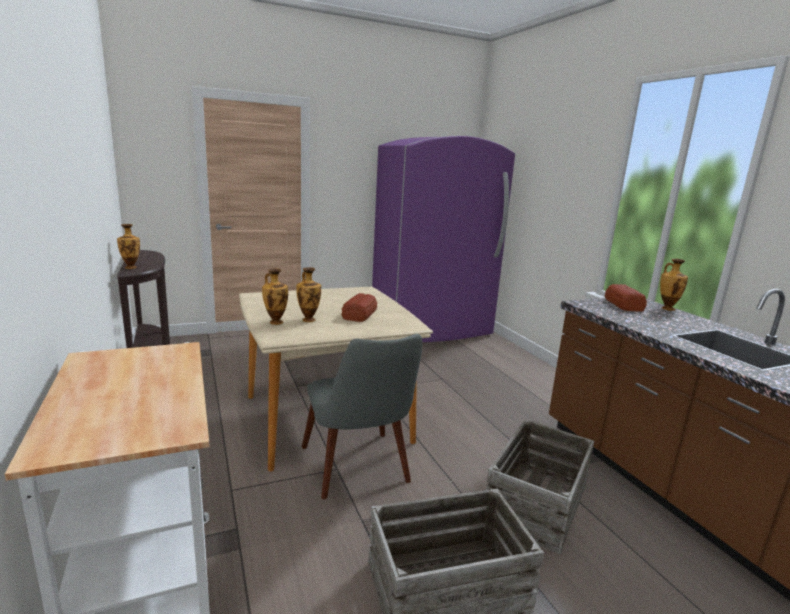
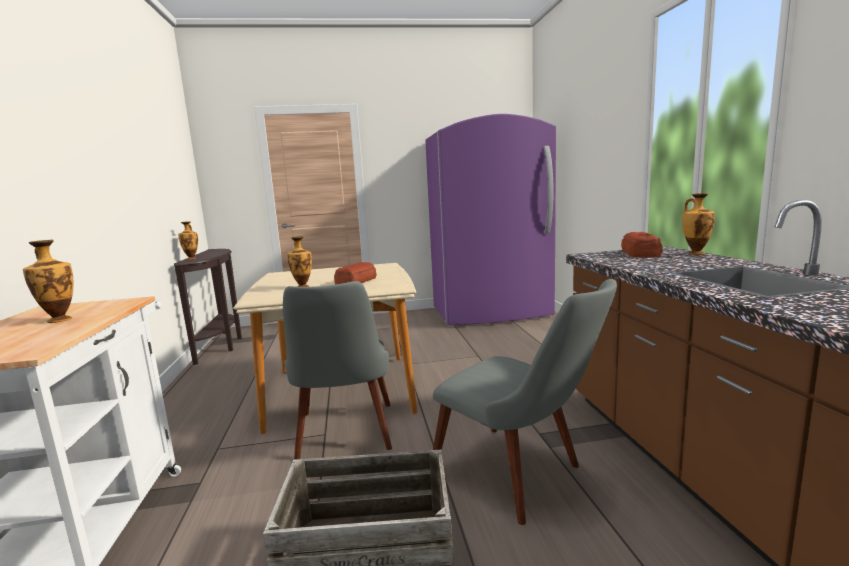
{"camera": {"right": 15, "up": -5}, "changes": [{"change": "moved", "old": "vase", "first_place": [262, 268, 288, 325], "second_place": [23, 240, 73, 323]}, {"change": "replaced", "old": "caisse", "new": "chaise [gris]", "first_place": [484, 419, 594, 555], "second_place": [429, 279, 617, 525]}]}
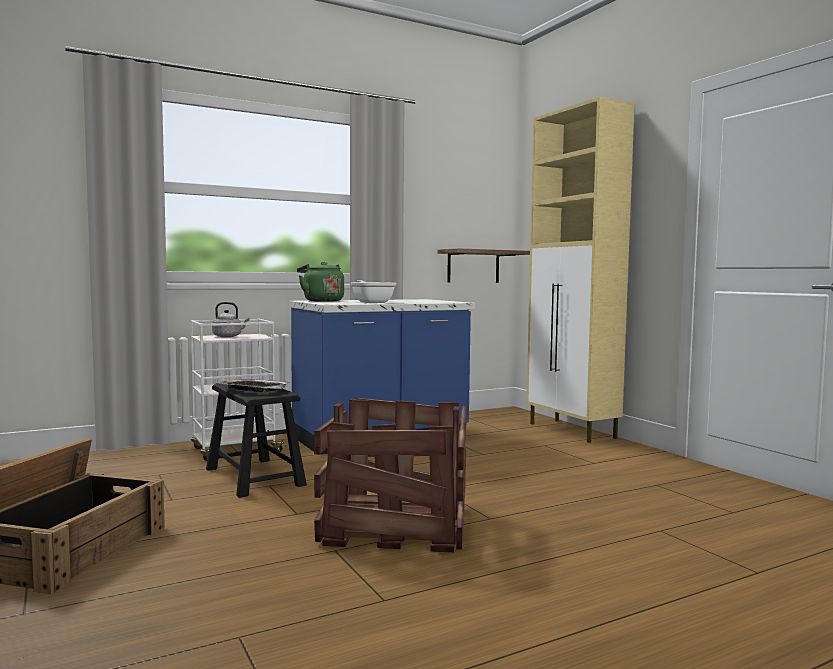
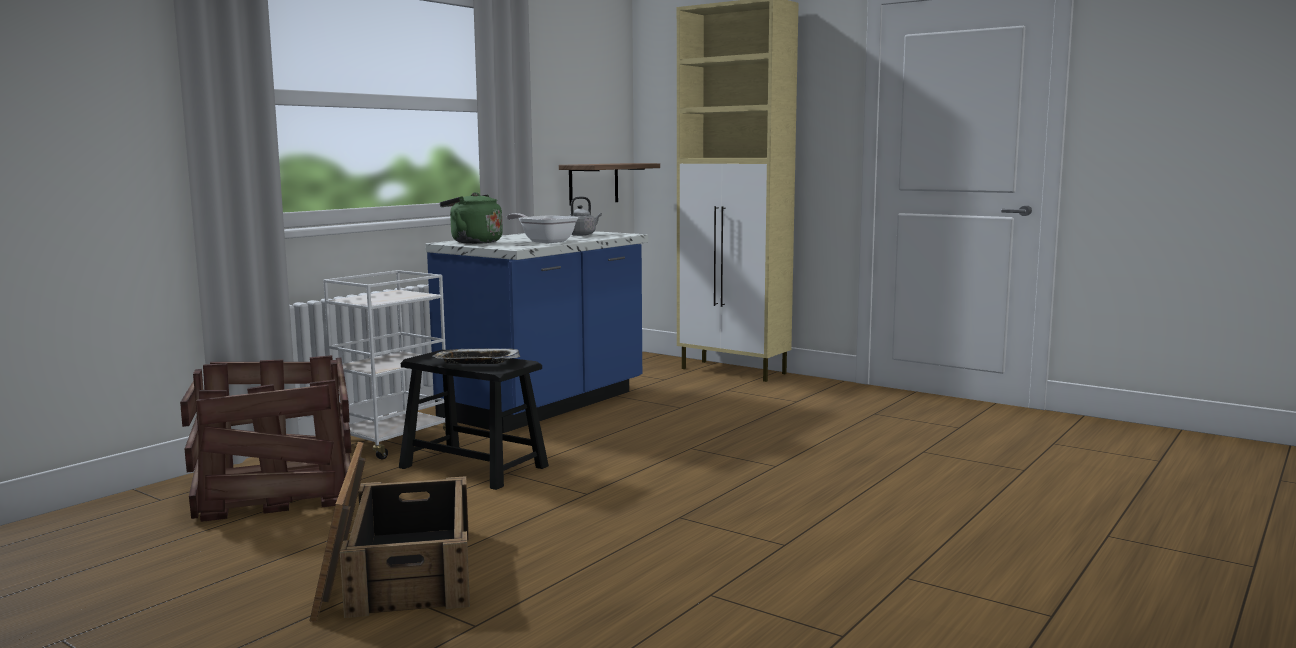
{"camera": {"right": -25, "up": 5}, "changes": [{"change": "moved", "old": "caisse", "first_place": [314, 397, 467, 553], "second_place": [180, 355, 352, 522]}, {"change": "moved", "old": "bouilloire [gris]", "first_place": [212, 302, 249, 337], "second_place": [570, 197, 602, 236]}]}
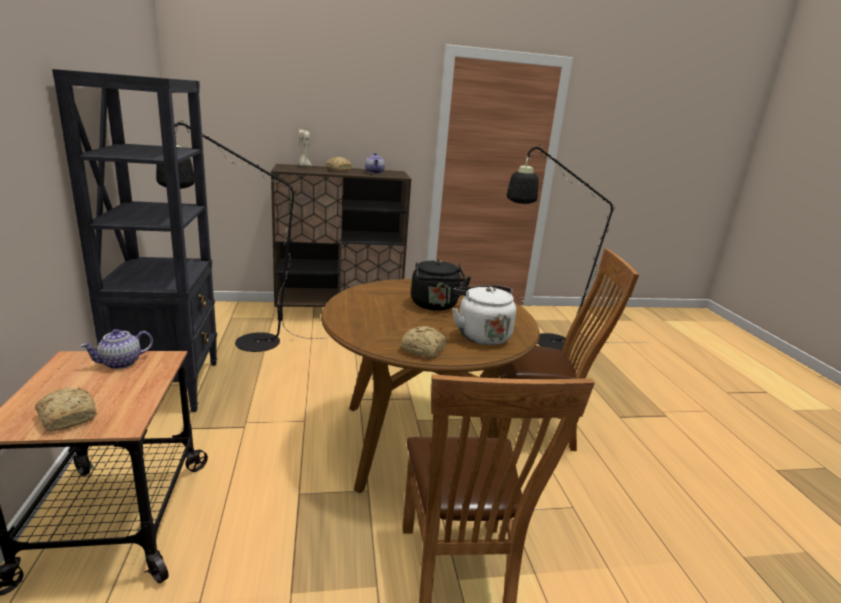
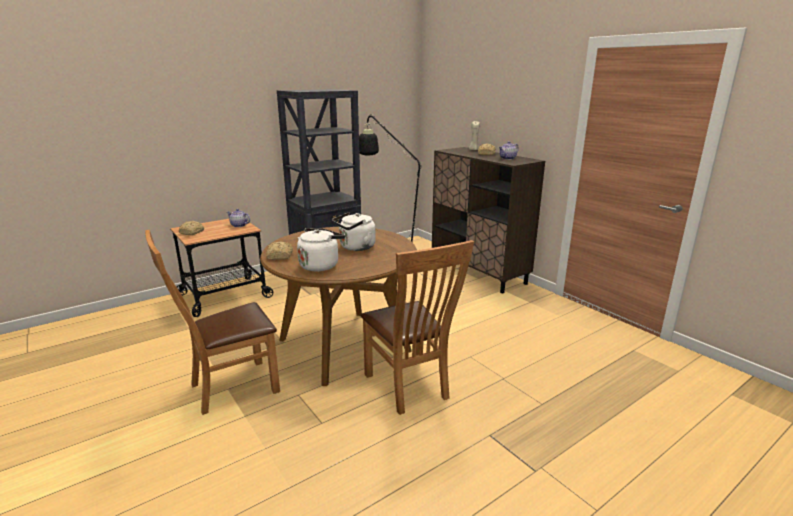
{"camera": {"right": 65, "up": 0}, "changes": [{"change": "recoloured", "old": "bouilloire [noir]", "new": "bouilloire [blanc]", "first_place": [411, 259, 471, 311], "second_place": [332, 212, 376, 251]}, {"change": "removed", "old": "lampadaire [noir]", "first_place": [507, 145, 651, 351]}]}
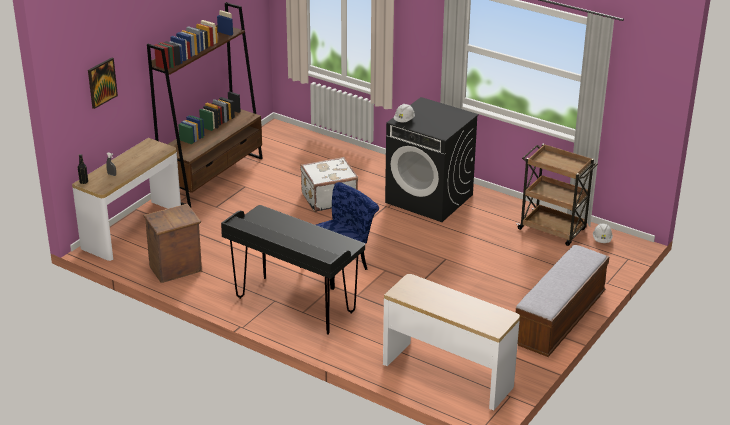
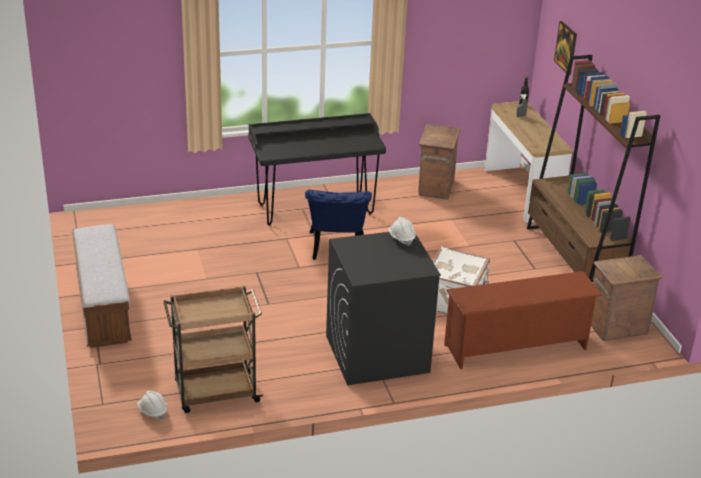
{"camera": {"right": 130, "up": 0}, "changes": [{"change": "added", "new": "étagère à chaussures [marron]", "second_place": [444, 271, 602, 369]}, {"change": "added", "new": "caisse", "second_place": [591, 255, 662, 341]}, {"change": "removed", "old": "table console", "first_place": [383, 274, 520, 410]}]}
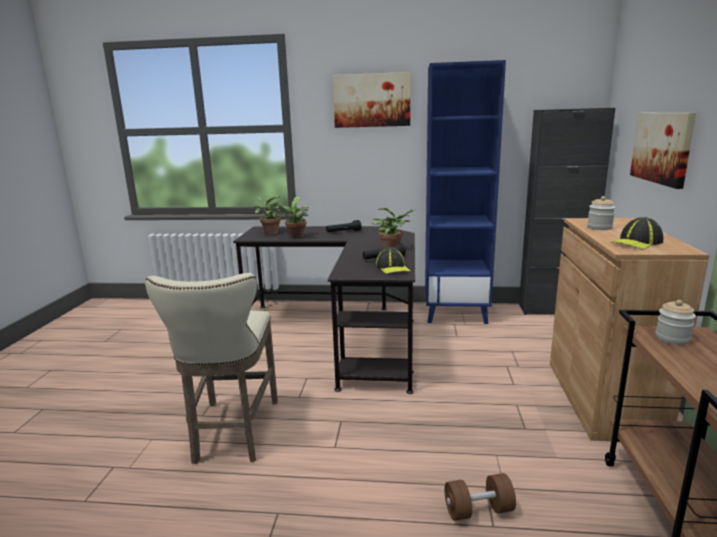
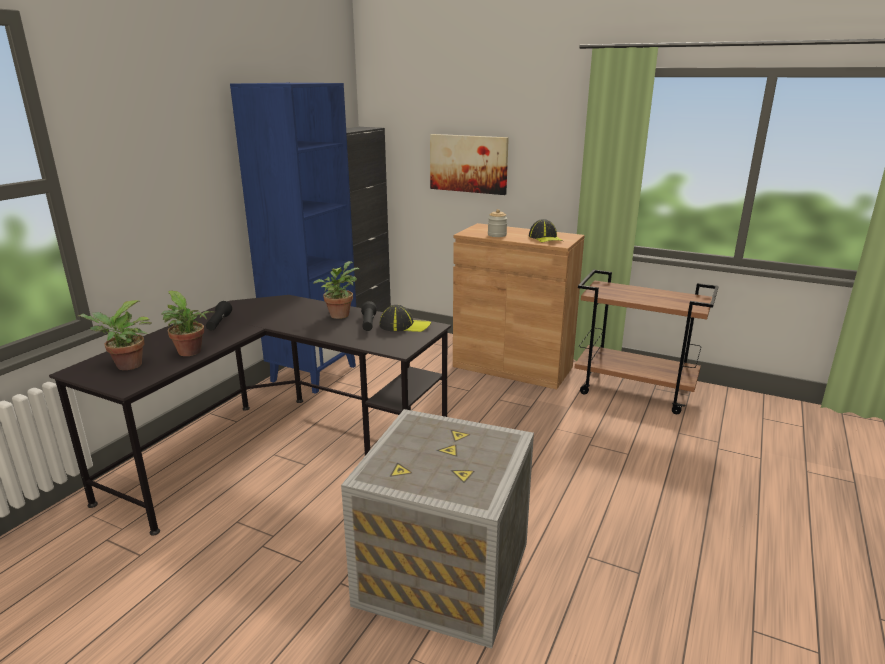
{"camera": {"right": -70, "up": 5}, "changes": [{"change": "replaced", "old": "tabouret [beige]", "new": "caisse", "first_place": [145, 273, 278, 464], "second_place": [341, 409, 534, 648]}, {"change": "removed", "old": "tableau", "first_place": [333, 72, 410, 128]}, {"change": "removed", "old": "haltère [marron]", "first_place": [444, 473, 516, 521]}, {"change": "removed", "old": "bocal", "first_place": [655, 300, 696, 345]}]}
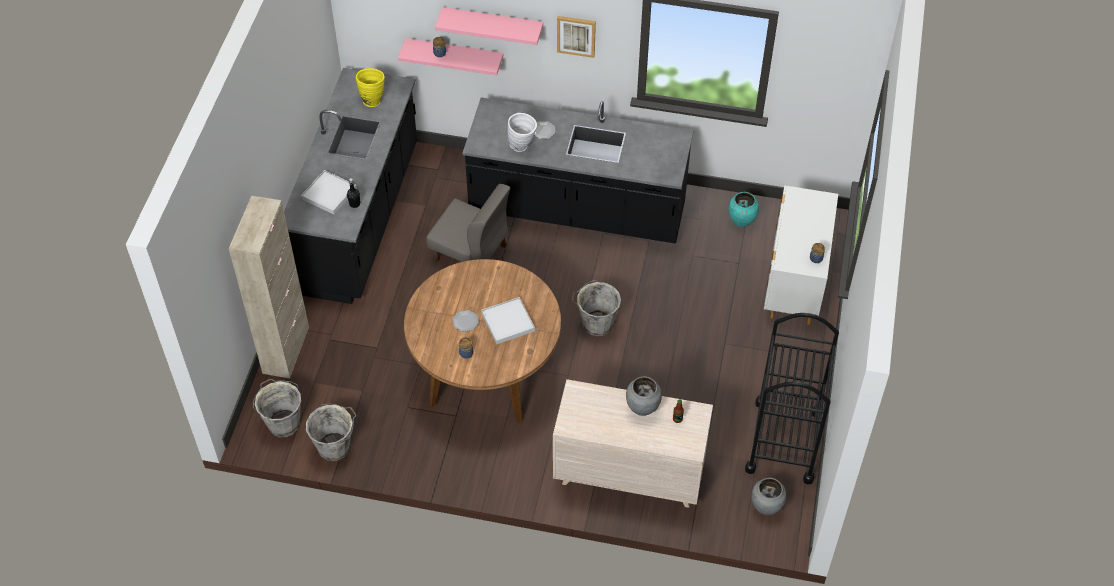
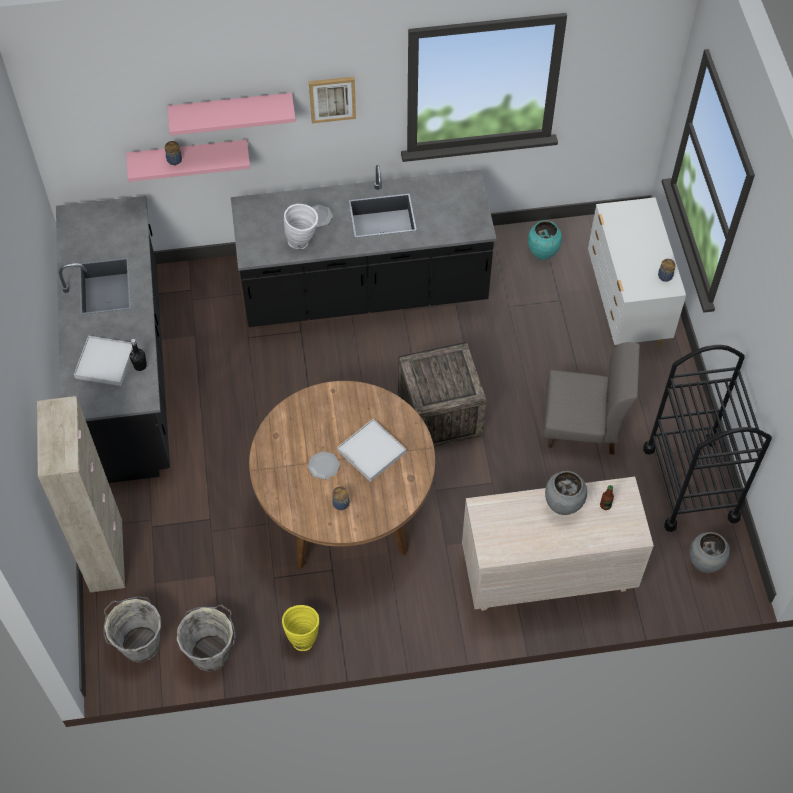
{"camera": {"right": -20, "up": 5}, "changes": [{"change": "moved", "old": "vase [jaune]", "first_place": [356, 68, 385, 107], "second_place": [282, 605, 319, 651]}, {"change": "replaced", "old": "seau [gris]", "new": "caisse", "first_place": [572, 280, 621, 336], "second_place": [398, 342, 486, 447]}, {"change": "moved", "old": "chaise [gris]", "first_place": [426, 184, 511, 262], "second_place": [543, 342, 640, 454]}]}
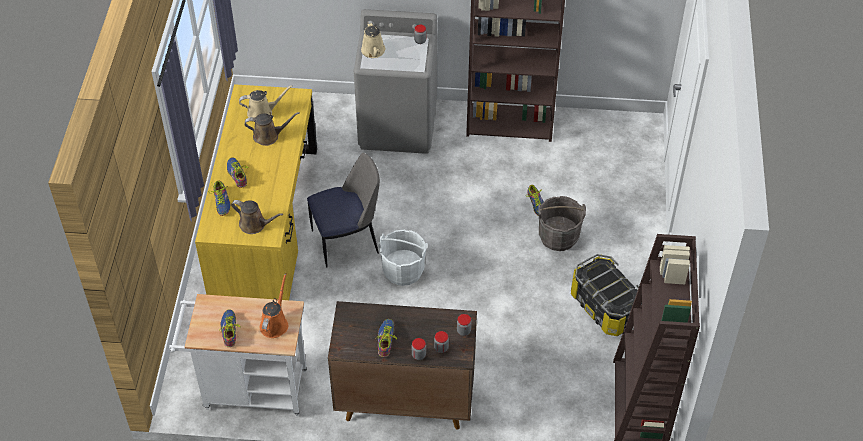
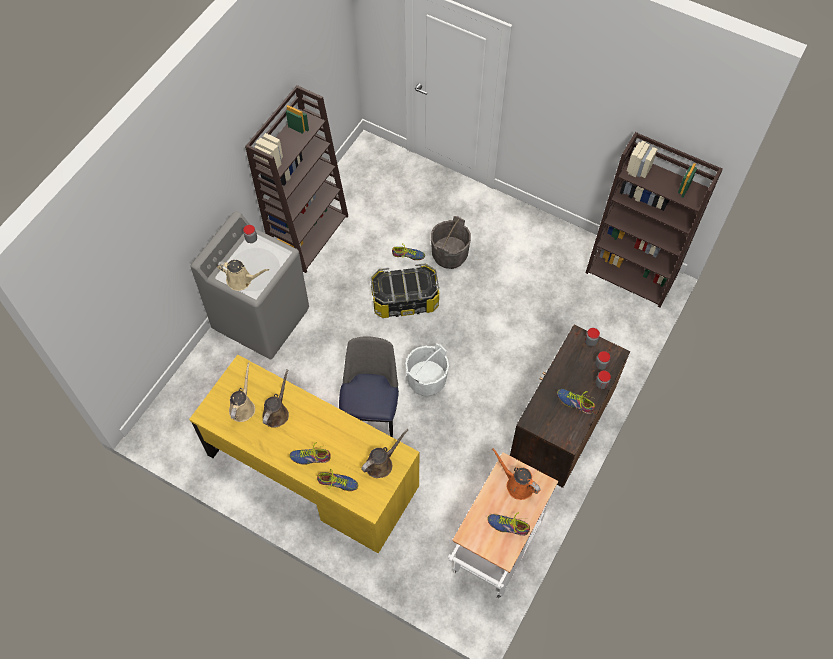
{"camera": {"right": -65, "up": 10}, "changes": [{"change": "moved", "old": "boîte de rangement", "first_place": [571, 254, 642, 336], "second_place": [371, 263, 439, 318]}]}
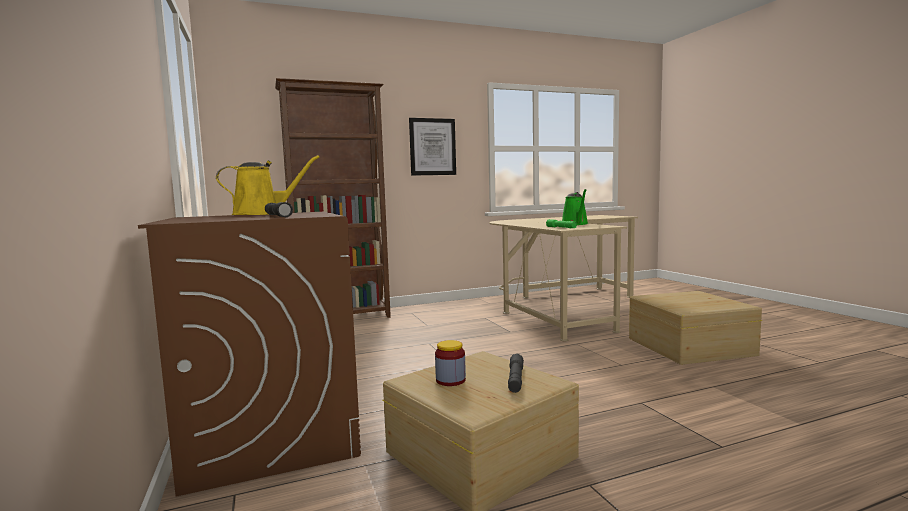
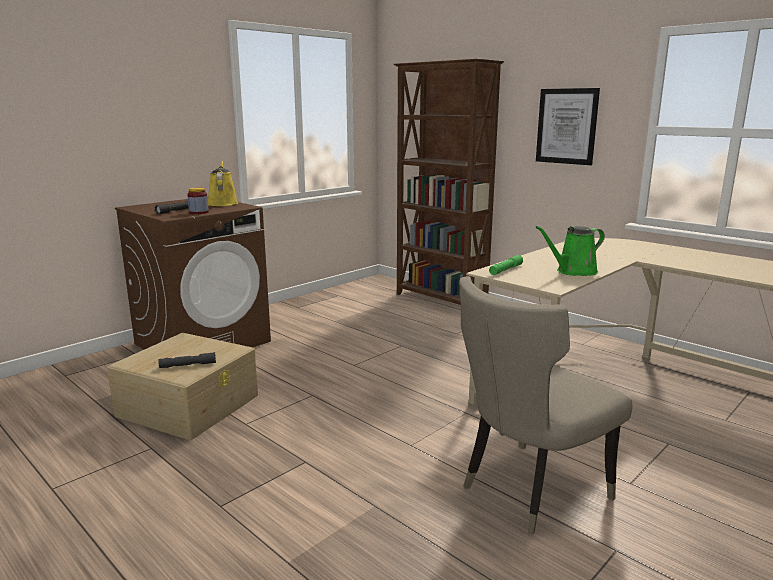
{"camera": {"right": 65, "up": 10}, "changes": [{"change": "moved", "old": "bocal", "first_place": [435, 340, 466, 386], "second_place": [187, 188, 209, 214]}, {"change": "turned", "old": "arrosoir [jaune]", "first_place": [216, 155, 319, 215], "second_place": [208, 160, 238, 206], "degrees": -150}, {"change": "replaced", "old": "boîte de rangement [beige]", "new": "chaise [beige]", "first_place": [629, 291, 762, 365], "second_place": [459, 276, 632, 535]}]}
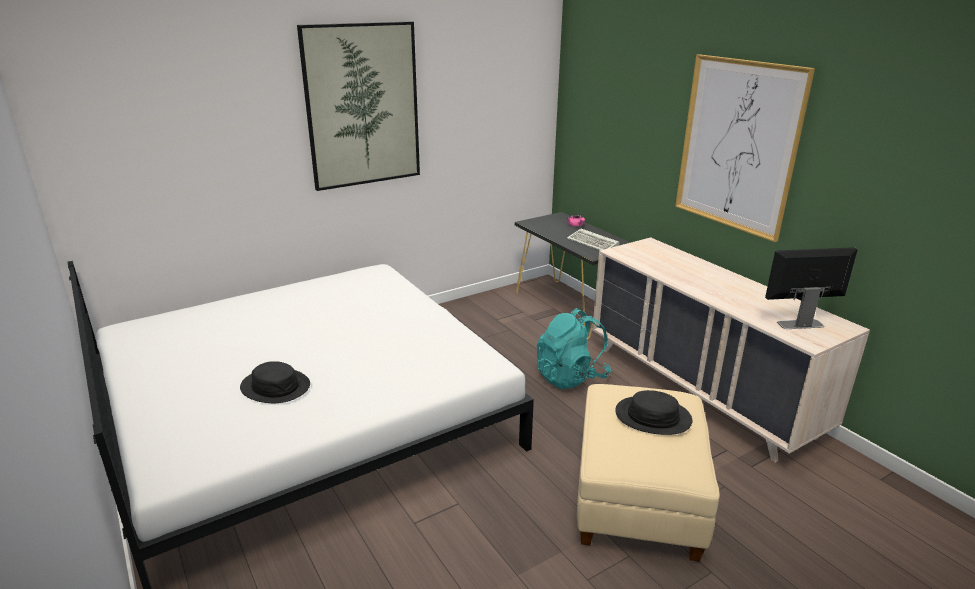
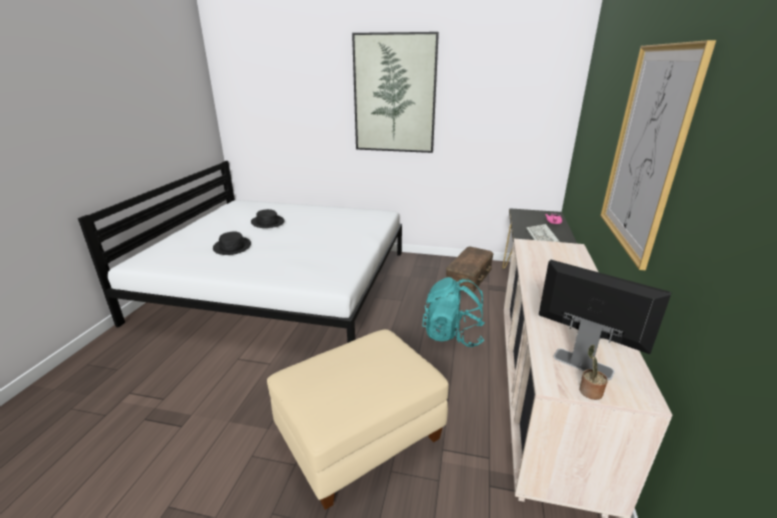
{"camera": {"right": 45, "up": 0}, "changes": [{"change": "moved", "old": "chapeau [noir]", "first_place": [615, 390, 692, 435], "second_place": [251, 209, 284, 228]}, {"change": "added", "new": "boîte de rangement [marron]", "second_place": [446, 247, 493, 293]}, {"change": "added", "new": "plante en pot", "second_place": [579, 345, 607, 400]}]}
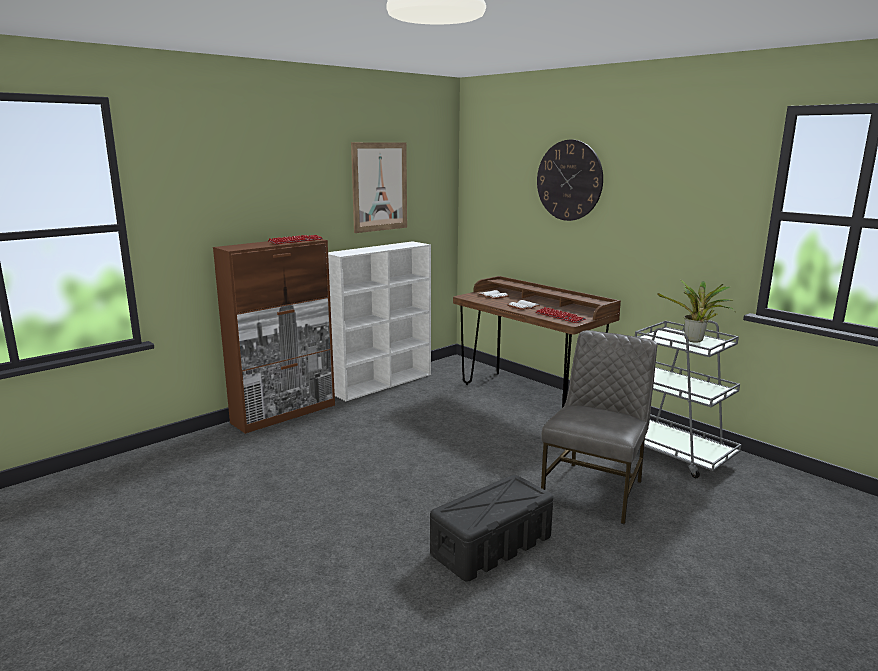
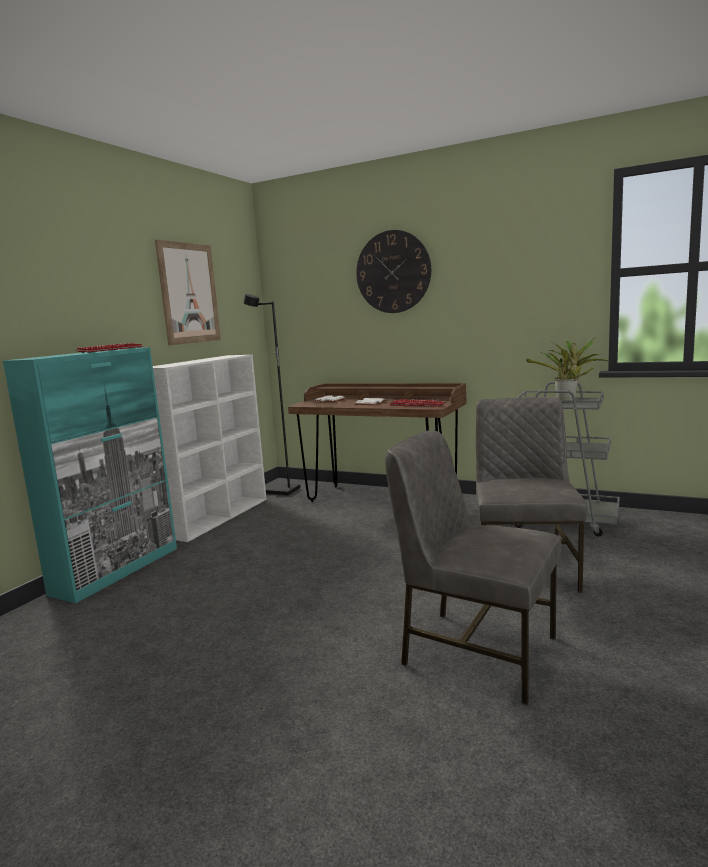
{"camera": {"right": -20, "up": -5}, "changes": [{"change": "recoloured", "old": "meuble de rangement [marron]", "new": "meuble de rangement [turquoise]", "first_place": [213, 239, 335, 434], "second_place": [3, 347, 177, 603]}, {"change": "added", "new": "lampadaire [noir]", "second_place": [243, 294, 300, 496]}, {"change": "replaced", "old": "boîte de rangement [noir]", "new": "chaise [gris]", "first_place": [430, 475, 553, 581], "second_place": [385, 430, 562, 705]}]}
